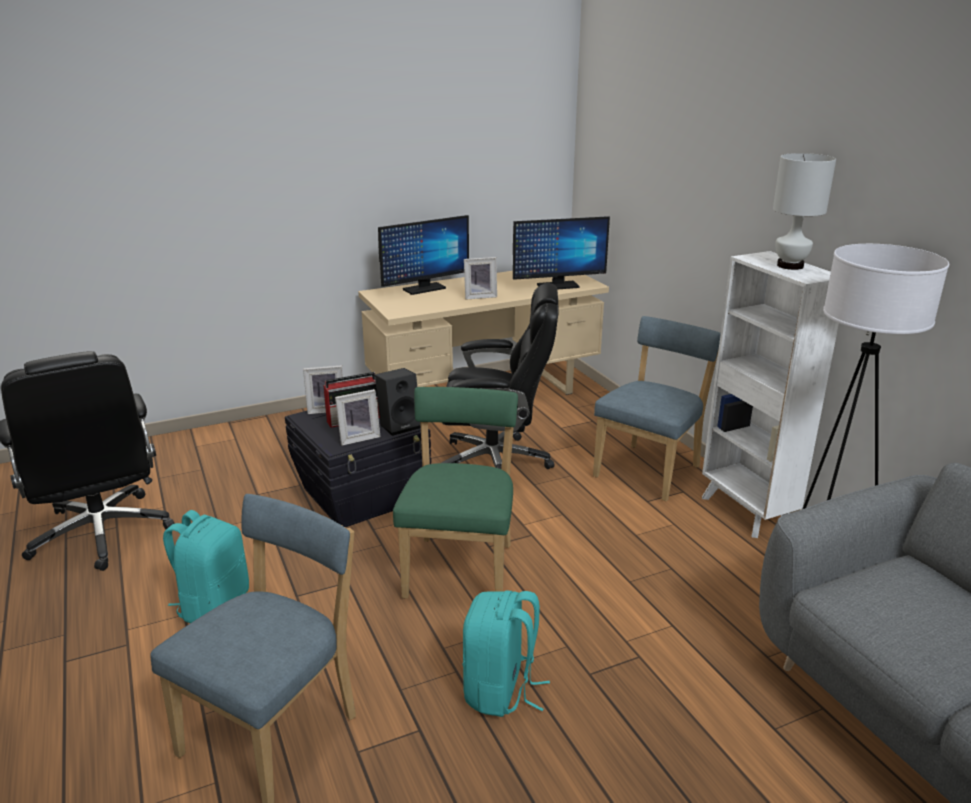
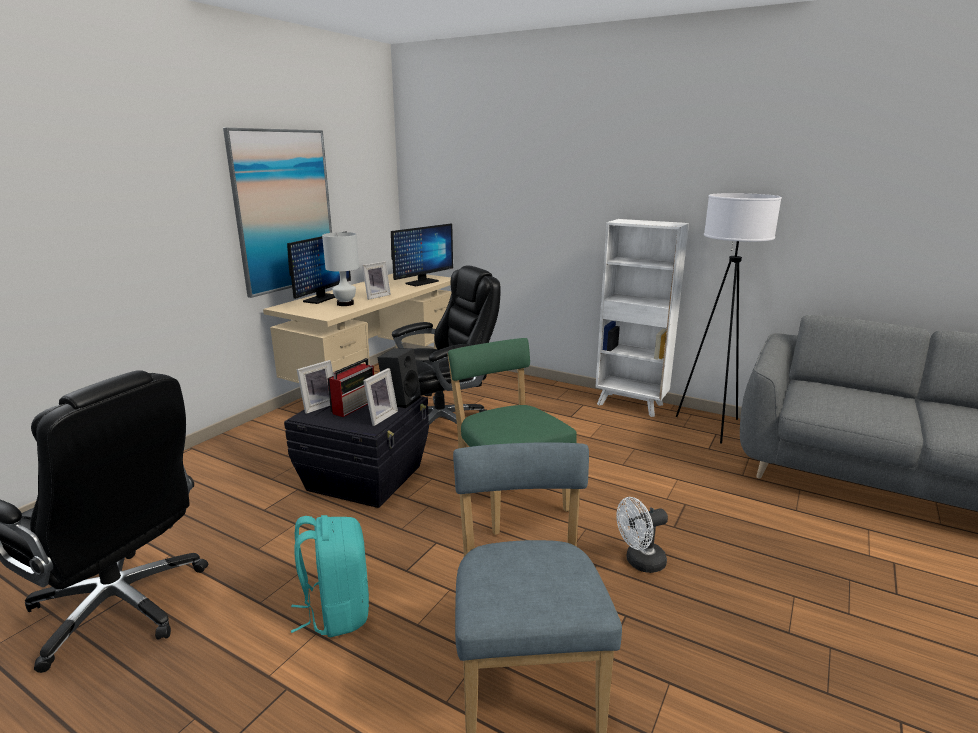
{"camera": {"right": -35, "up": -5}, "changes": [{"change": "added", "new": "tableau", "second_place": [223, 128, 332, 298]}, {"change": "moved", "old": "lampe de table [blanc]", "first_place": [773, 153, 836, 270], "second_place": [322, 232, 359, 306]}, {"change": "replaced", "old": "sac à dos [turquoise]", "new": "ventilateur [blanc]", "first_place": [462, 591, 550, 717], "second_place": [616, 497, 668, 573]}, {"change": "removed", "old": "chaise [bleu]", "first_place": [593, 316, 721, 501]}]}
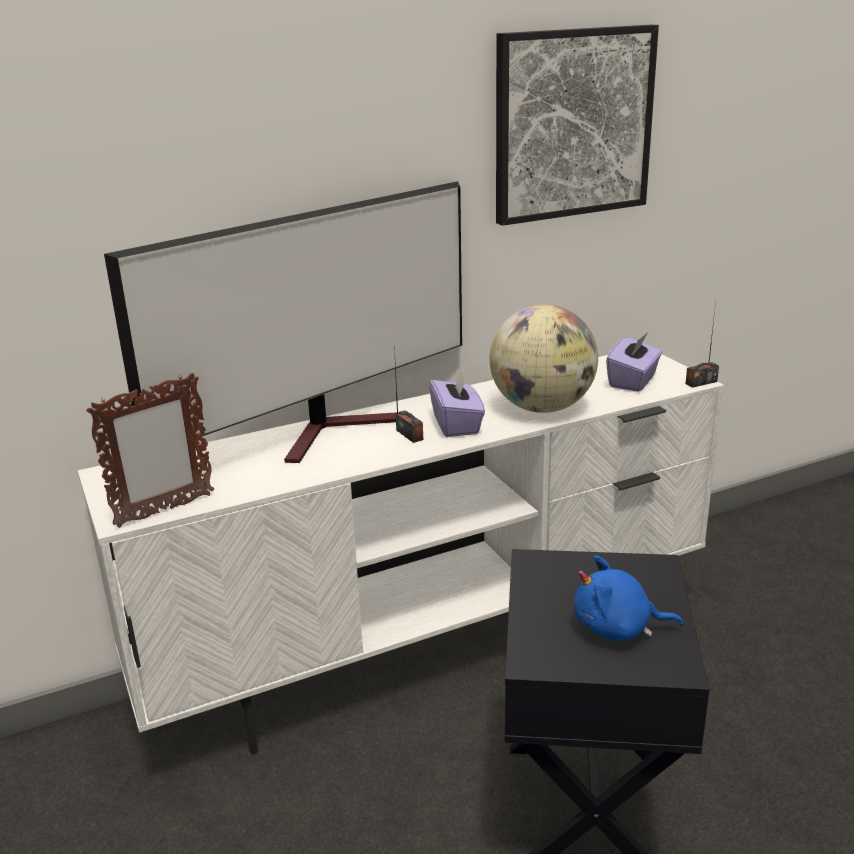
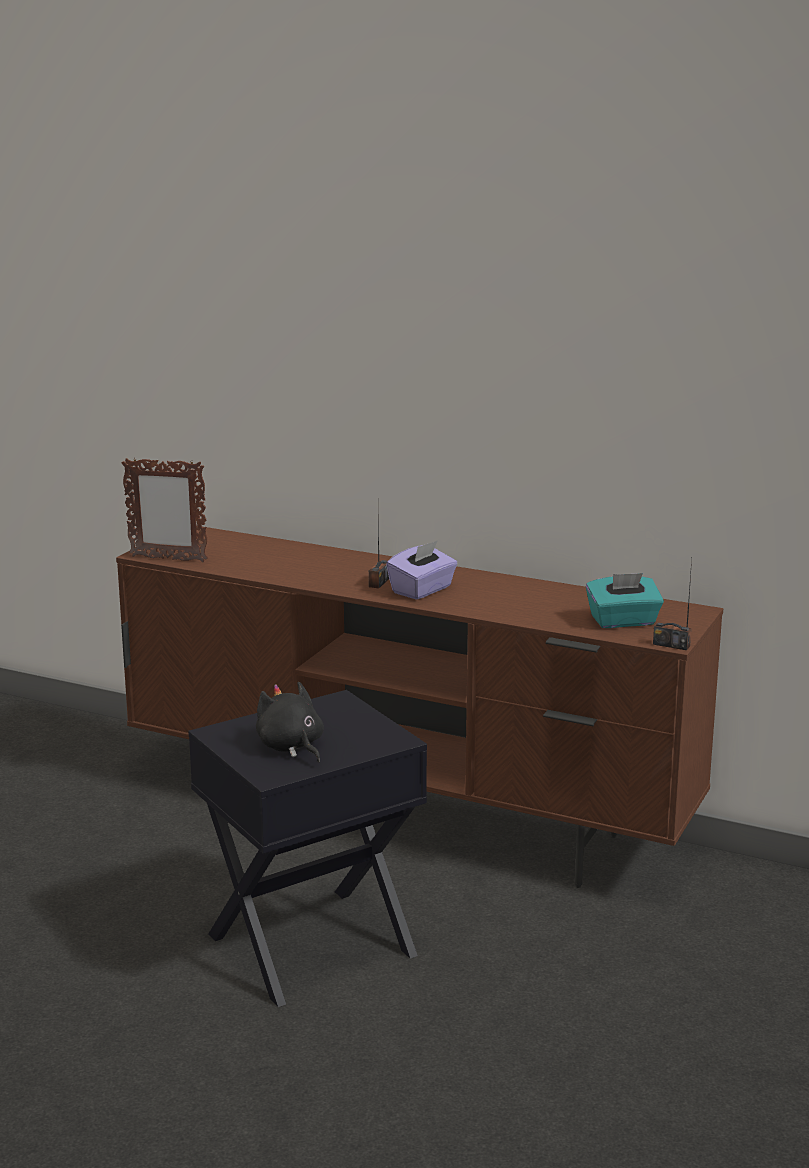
{"camera": {"right": 50, "up": -5}, "changes": [{"change": "recoloured", "old": "meuble télé [blanc]", "new": "meuble télé [marron]", "first_place": [78, 354, 724, 754], "second_place": [116, 526, 723, 888]}, {"change": "recoloured", "old": "peluche [bleu]", "new": "peluche [noir]", "first_place": [574, 555, 683, 641], "second_place": [256, 682, 324, 762]}, {"change": "recoloured", "old": "boîte à mouchoirs [violet]", "new": "boîte à mouchoirs [turquoise]", "first_place": [606, 332, 662, 392], "second_place": [586, 573, 664, 628]}, {"change": "removed", "old": "téléviseur", "first_place": [104, 181, 462, 463]}, {"change": "removed", "old": "globe", "first_place": [490, 305, 598, 413]}, {"change": "removed", "old": "tableau", "first_place": [496, 25, 659, 226]}]}
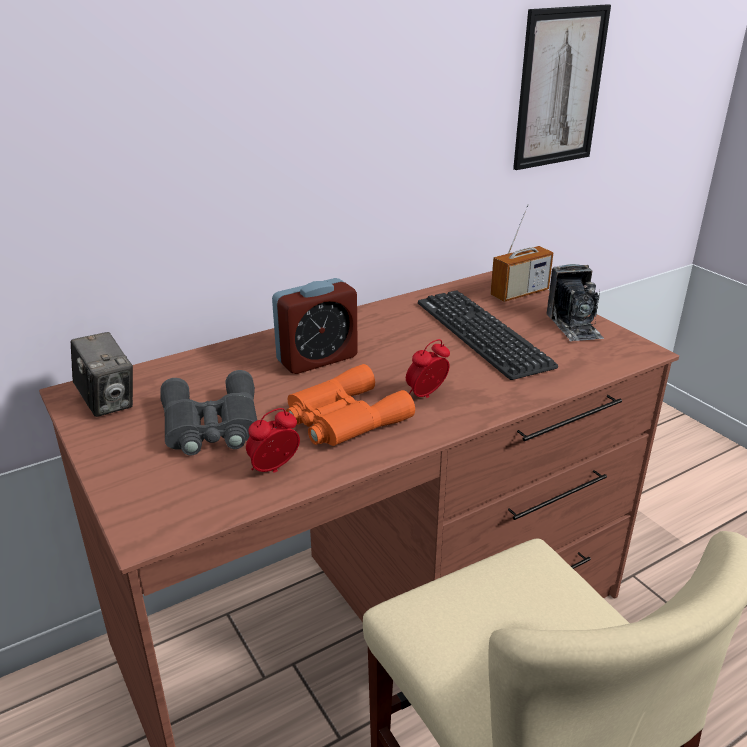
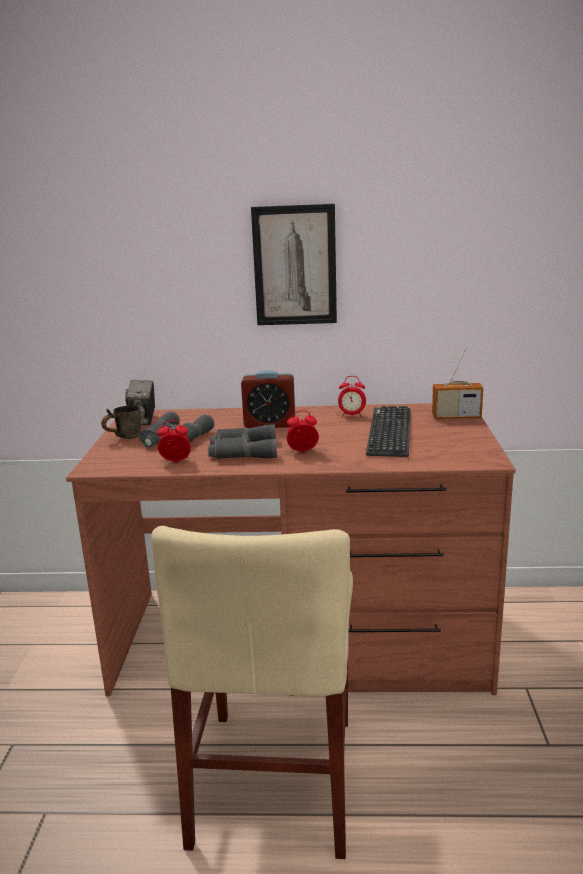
{"camera": {"right": 35, "up": -10}, "changes": [{"change": "added", "new": "mug [gris]", "second_place": [101, 405, 141, 439]}, {"change": "recoloured", "old": "jumelles [orange]", "new": "jumelles [gris]", "first_place": [286, 364, 415, 446], "second_place": [208, 425, 277, 459]}, {"change": "moved", "old": "tableau", "first_place": [513, 4, 611, 170], "second_place": [251, 204, 337, 325]}, {"change": "added", "new": "réveil", "second_place": [338, 376, 366, 417]}, {"change": "removed", "old": "appareil photo", "first_place": [547, 264, 604, 341]}]}
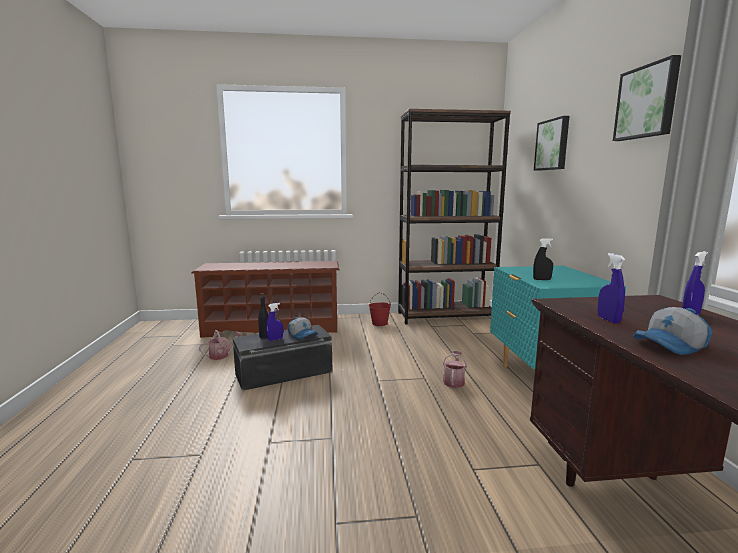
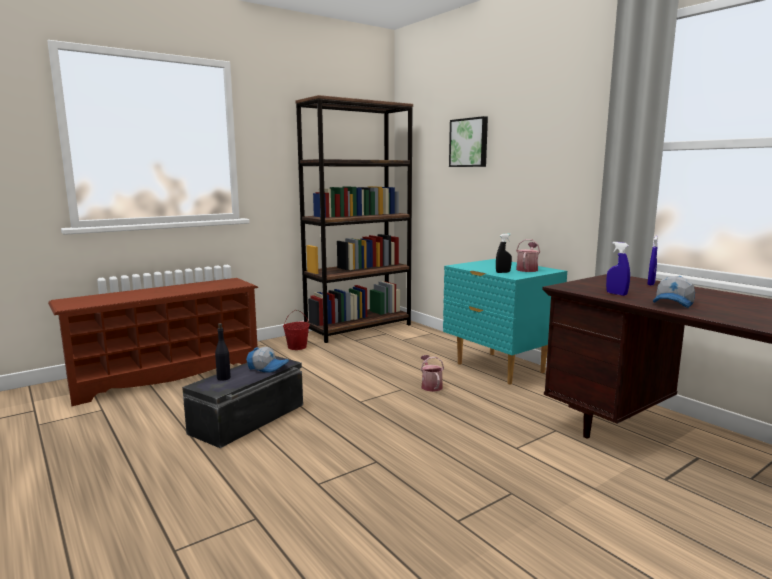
{"camera": {"right": -30, "up": 0}, "changes": [{"change": "moved", "old": "arrosoir", "first_place": [199, 330, 242, 360], "second_place": [516, 239, 540, 272]}, {"change": "removed", "old": "vaporisateur [bleu]", "first_place": [266, 303, 283, 341]}, {"change": "removed", "old": "tableau", "first_place": [613, 55, 681, 141]}]}
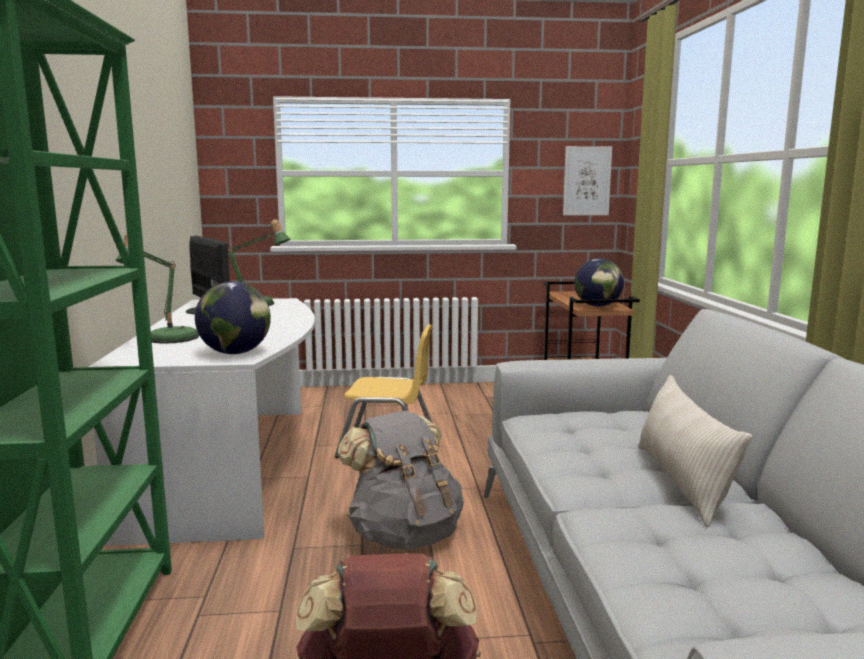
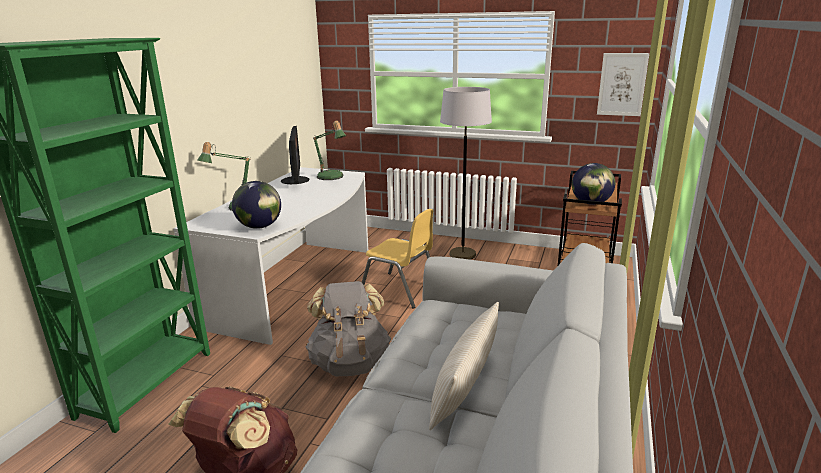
{"camera": {"right": 25, "up": 10}, "changes": [{"change": "added", "new": "lampadaire [gris]", "second_place": [440, 87, 492, 260]}]}
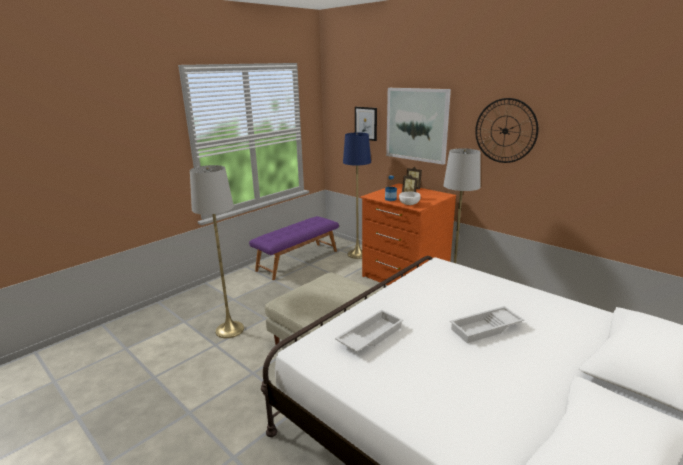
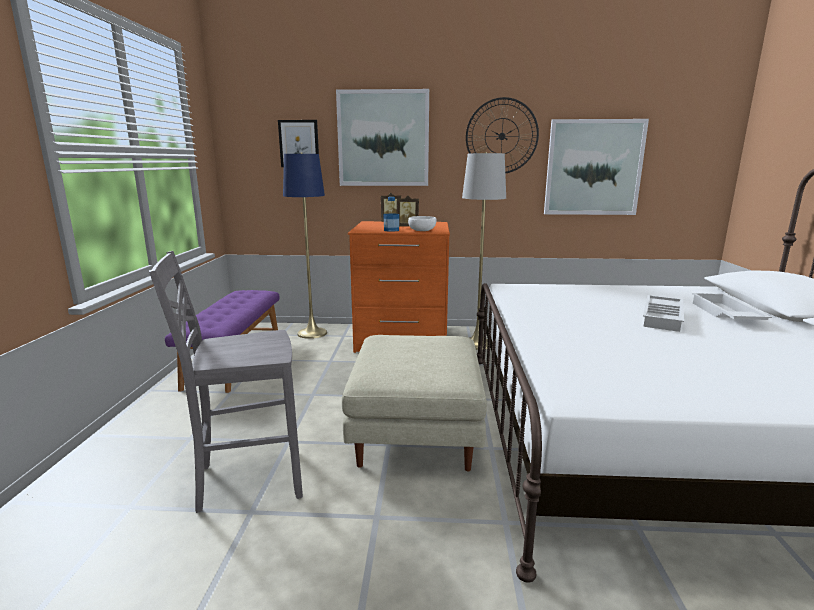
{"camera": {"right": -40, "up": -5}, "changes": [{"change": "replaced", "old": "lampadaire [gris]", "new": "chaise [gris]", "first_place": [190, 165, 244, 338], "second_place": [149, 251, 303, 513]}, {"change": "added", "new": "tableau", "second_place": [544, 119, 649, 215]}, {"change": "moved", "old": "plateau [blanc]", "first_place": [335, 310, 403, 352], "second_place": [692, 293, 772, 320]}]}
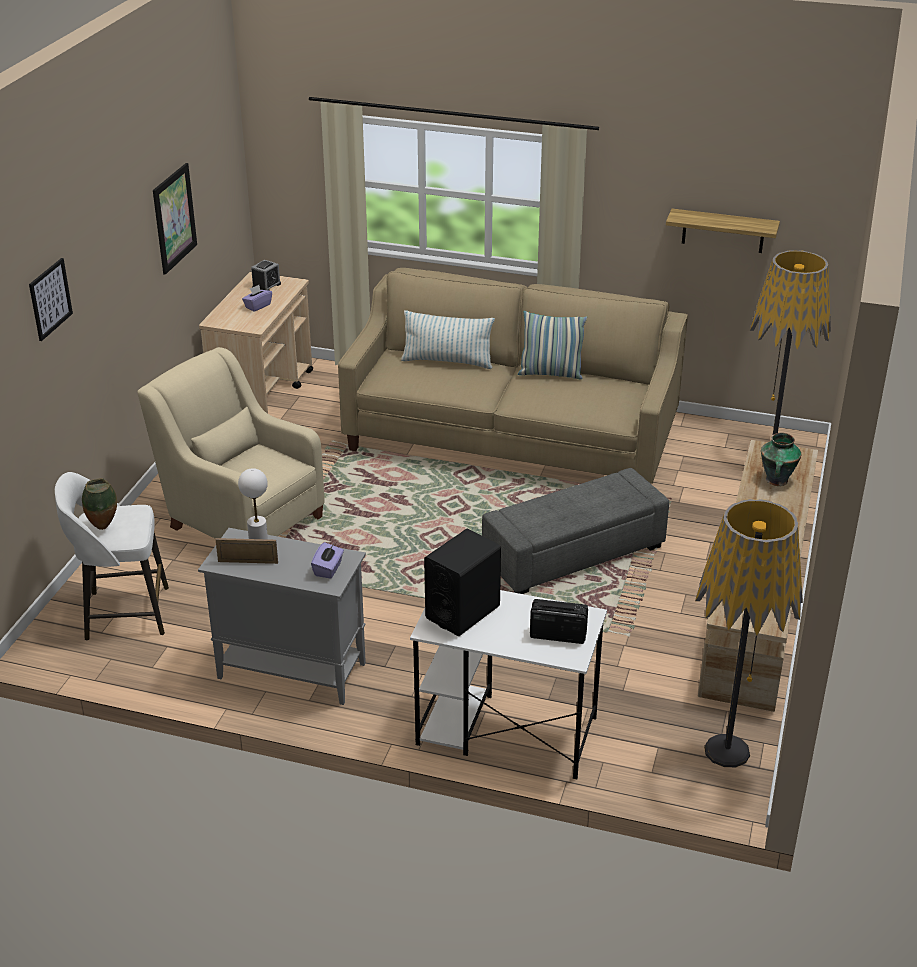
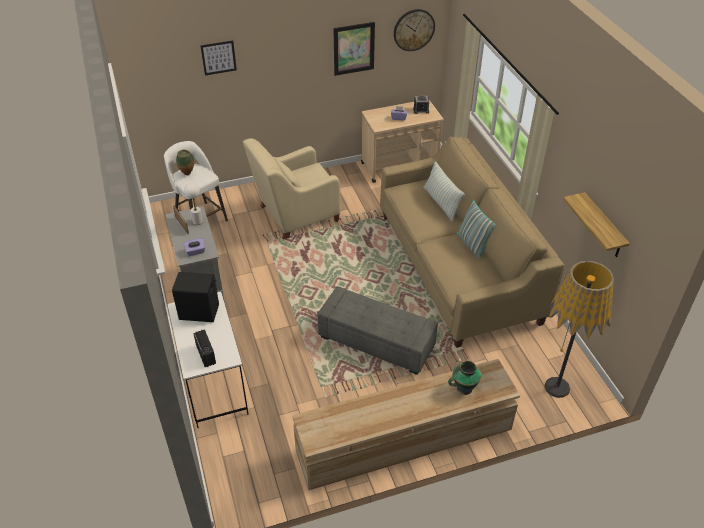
{"camera": {"right": 55, "up": 10}, "changes": [{"change": "turned", "old": "fauteuil [beige]", "first_place": [137, 347, 325, 539], "second_place": [243, 138, 340, 239], "degrees": -120}, {"change": "added", "new": "horloge murale", "second_place": [394, 9, 435, 51]}, {"change": "removed", "old": "lampadaire", "first_place": [695, 499, 803, 767]}]}
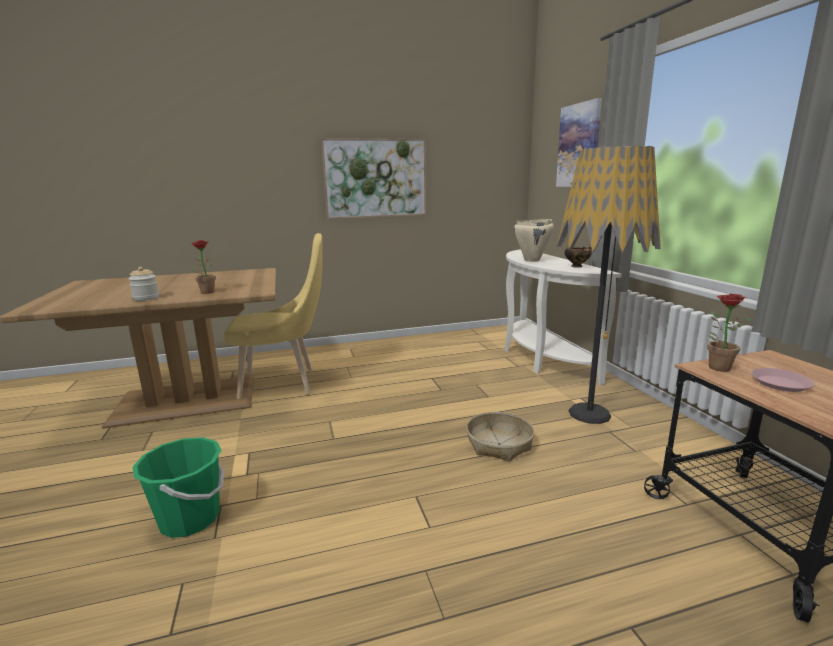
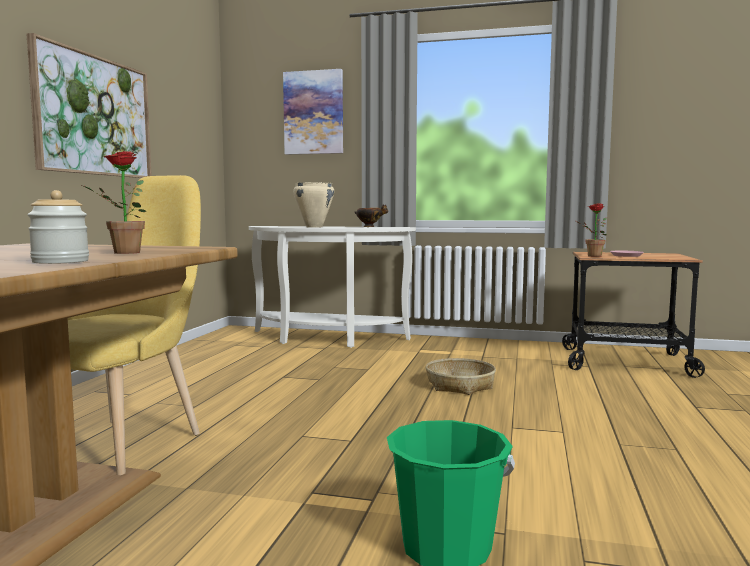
{"camera": {"right": -60, "up": -10}, "changes": [{"change": "removed", "old": "lampadaire", "first_place": [557, 146, 661, 424]}]}
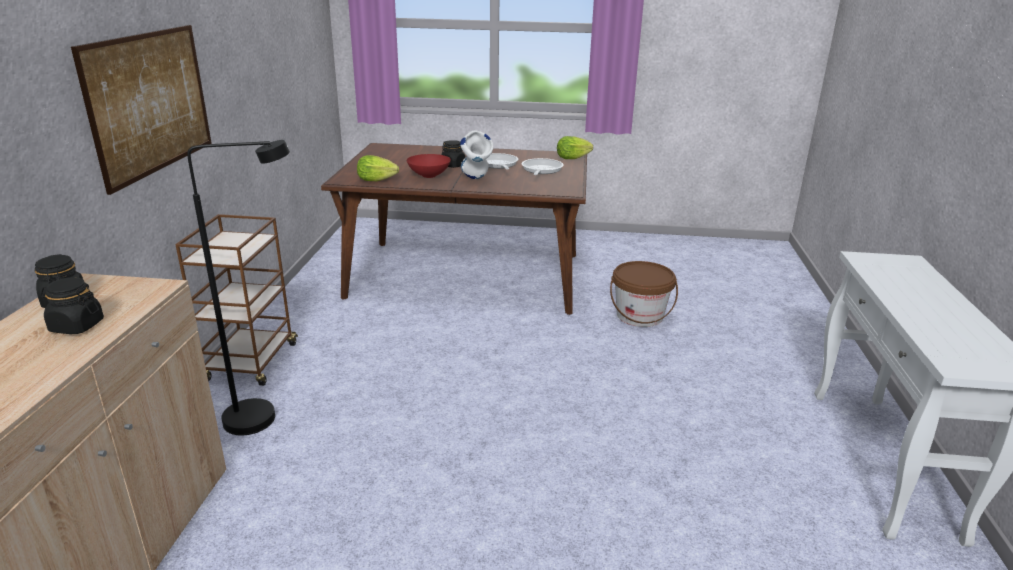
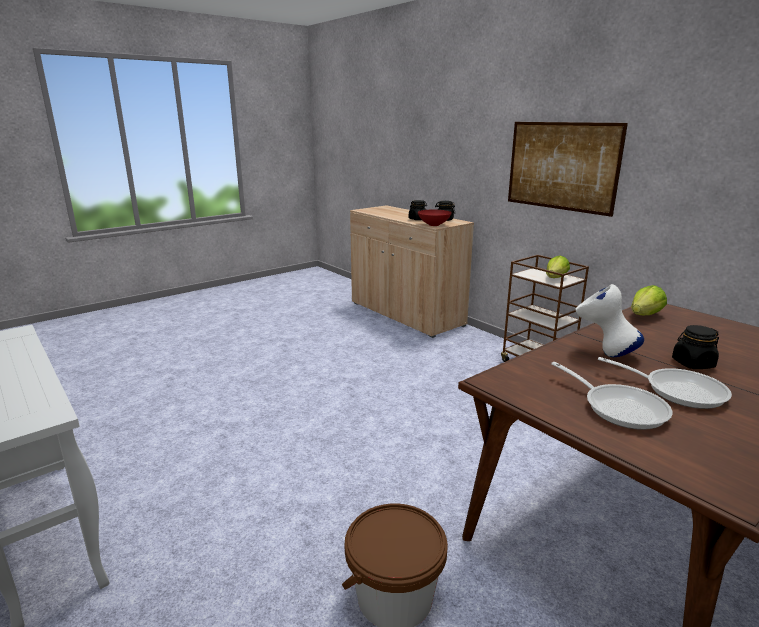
{"camera": {"right": 135, "up": -5}, "changes": [{"change": "moved", "old": "bol [rouge]", "first_place": [407, 154, 451, 178], "second_place": [418, 210, 452, 226]}, {"change": "moved", "old": "laitue", "first_place": [557, 136, 593, 159], "second_place": [546, 255, 570, 278]}, {"change": "removed", "old": "lampadaire [noir]", "first_place": [187, 140, 290, 435]}]}
